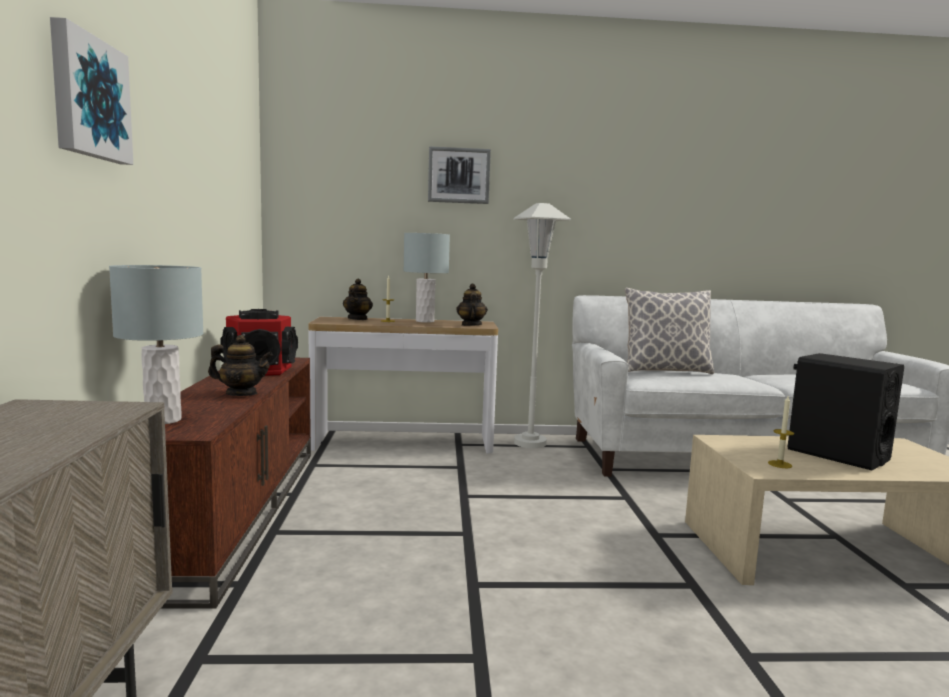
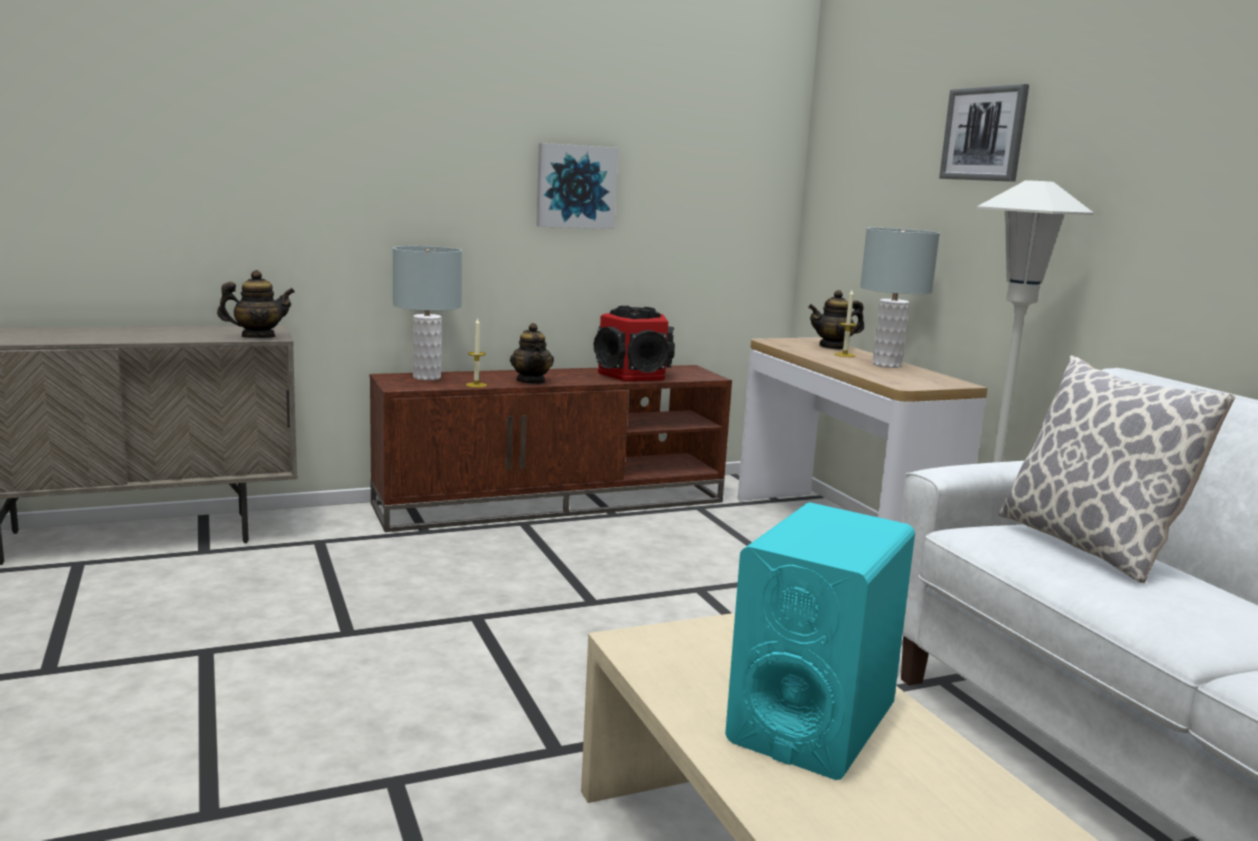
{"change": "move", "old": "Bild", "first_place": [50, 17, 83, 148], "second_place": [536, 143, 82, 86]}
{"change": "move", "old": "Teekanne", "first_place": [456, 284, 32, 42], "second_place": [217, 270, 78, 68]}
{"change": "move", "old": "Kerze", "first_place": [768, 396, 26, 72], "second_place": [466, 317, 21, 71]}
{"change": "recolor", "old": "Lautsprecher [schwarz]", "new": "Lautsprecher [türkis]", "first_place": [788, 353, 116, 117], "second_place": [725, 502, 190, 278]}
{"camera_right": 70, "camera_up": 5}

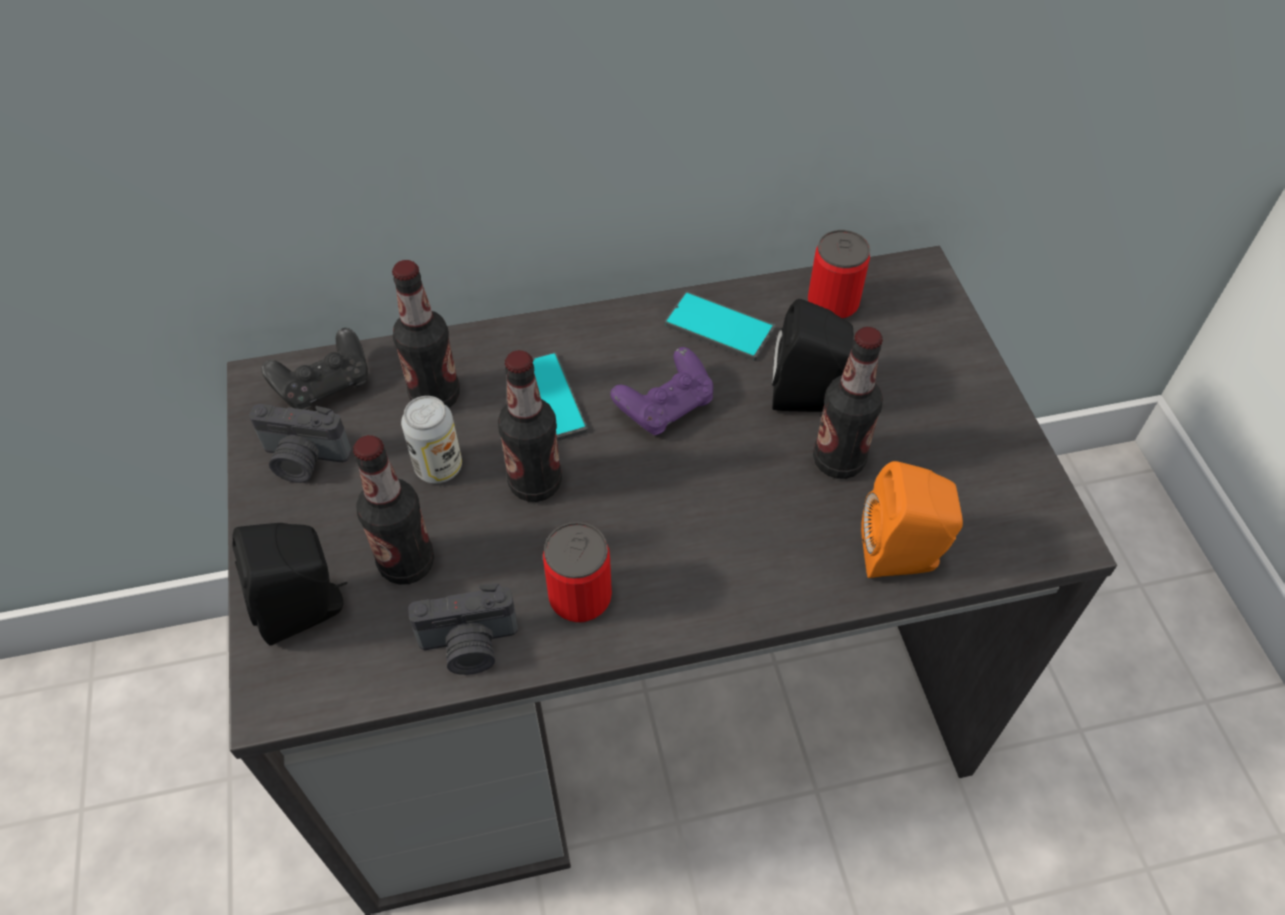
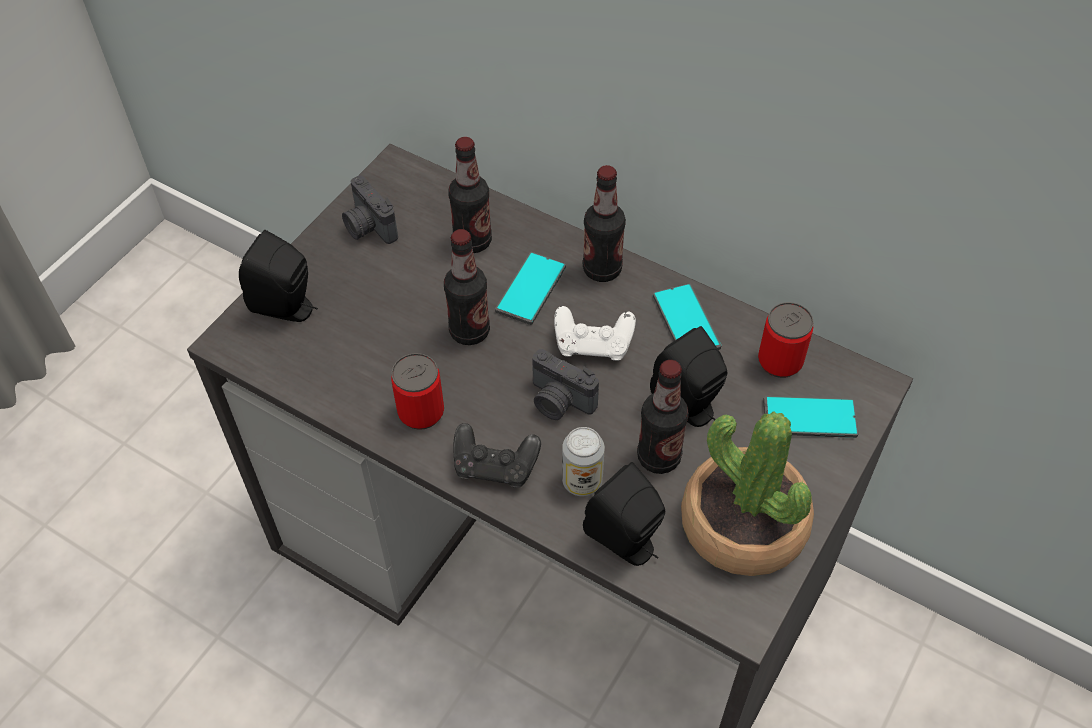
{"change": "move", "old": "Gamepad [schwarz]", "first_place": [261, 328, 107, 82], "second_place": [453, 423, 88, 65]}
{"change": "move", "old": "Flasche", "first_place": [353, 435, 81, 150], "second_place": [583, 165, 43, 117]}
{"change": "move", "old": "Dose", "first_place": [401, 396, 61, 87], "second_place": [562, 427, 43, 70]}
{"change": "move", "old": "Kamera", "first_place": [408, 584, 110, 91], "second_place": [532, 349, 67, 71]}
{"change": "recolor", "old": "Gamepad [lila]", "new": "Gamepad [weiß]", "first_place": [610, 347, 103, 88], "second_place": [554, 306, 82, 55]}
{"change": "recolor", "old": "Lautsprecher [orange]", "new": "Lautsprecher [schwarz]", "first_place": [861, 461, 102, 117], "second_place": [583, 462, 82, 104]}
{"change": "insert", "new": "Topfpflanze", "second_place": [681, 411, 133, 165]}
{"change": "insert", "new": "Handy", "second_place": [763, 396, 96, 42]}
{"camera_right": 45, "camera_up": 0}

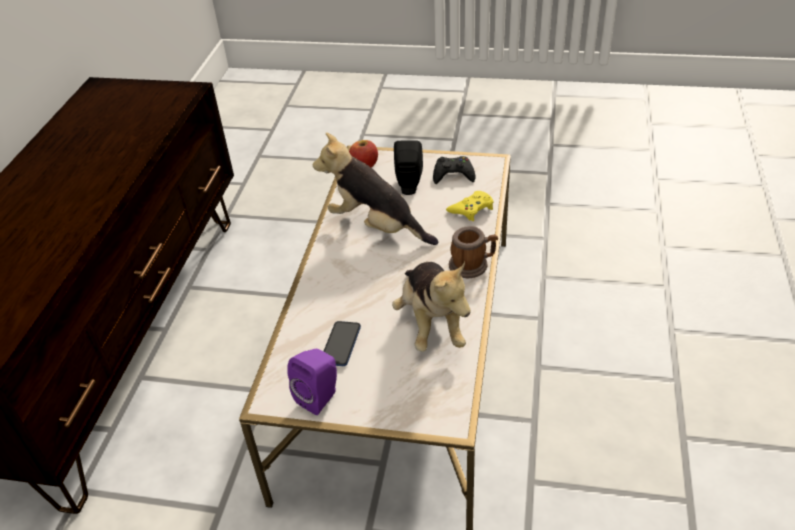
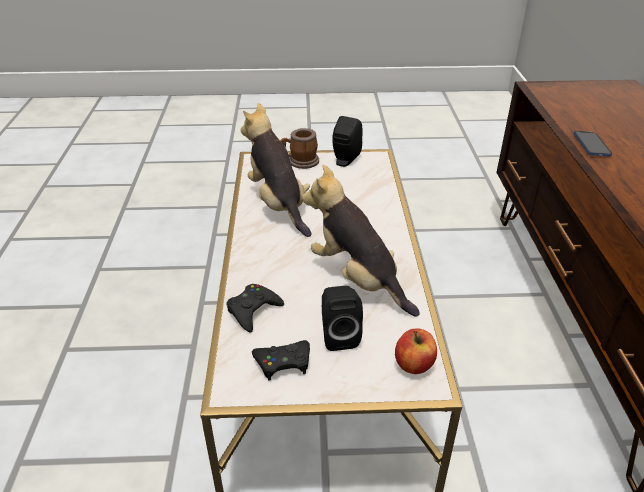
{"change": "recolor", "old": "Lautsprecher [lila]", "new": "Lautsprecher [schwarz]", "first_place": [287, 349, 50, 66], "second_place": [333, 116, 30, 51]}
{"change": "rotate", "old": "Plüschtier", "first_place": [313, 132, 125, 113], "second_place": [302, 165, 118, 152], "degrees": -150}
{"change": "move", "old": "Handy", "first_place": [323, 321, 38, 45], "second_place": [573, 131, 39, 26]}
{"change": "recolor", "old": "Gamepad [gelb]", "new": "Gamepad [schwarz]", "first_place": [446, 191, 48, 30], "second_place": [226, 284, 58, 49]}
{"change": "move", "old": "Henkelbecher", "first_place": [449, 226, 49, 52], "second_place": [281, 128, 38, 41]}
{"camera_right": 165, "camera_up": -5}

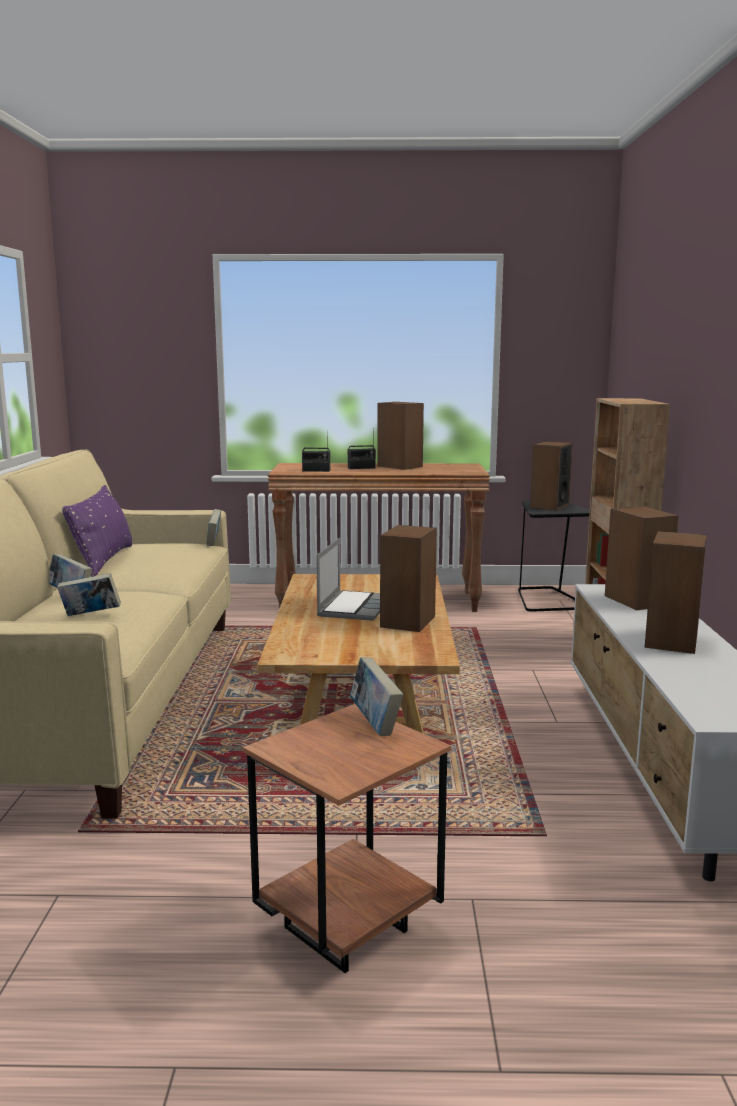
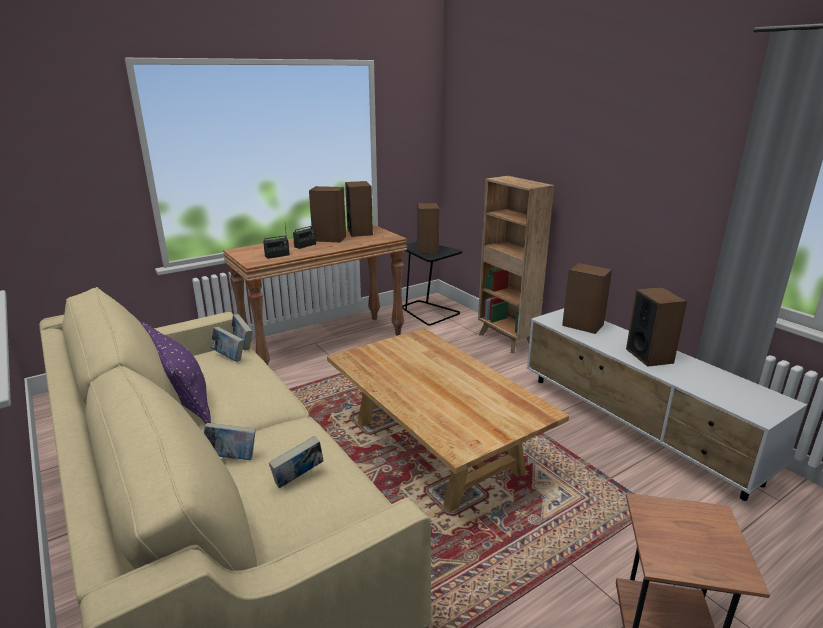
{"change": "delete", "old": "Laptop", "first_place": [316, 538, 64, 83]}
{"change": "move", "old": "Buch", "first_place": [350, 657, 53, 79], "second_place": [211, 327, 33, 35]}
{"change": "move", "old": "Lautsprecher", "first_place": [380, 525, 57, 107], "second_place": [345, 181, 28, 56]}
{"camera_right": -35, "camera_up": 10}

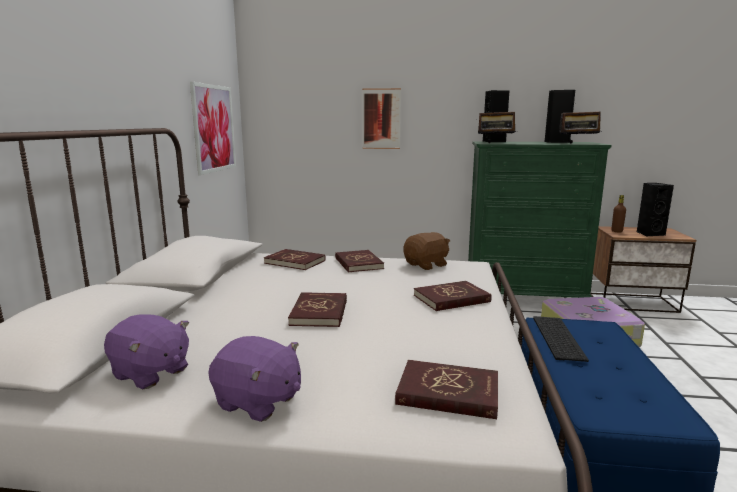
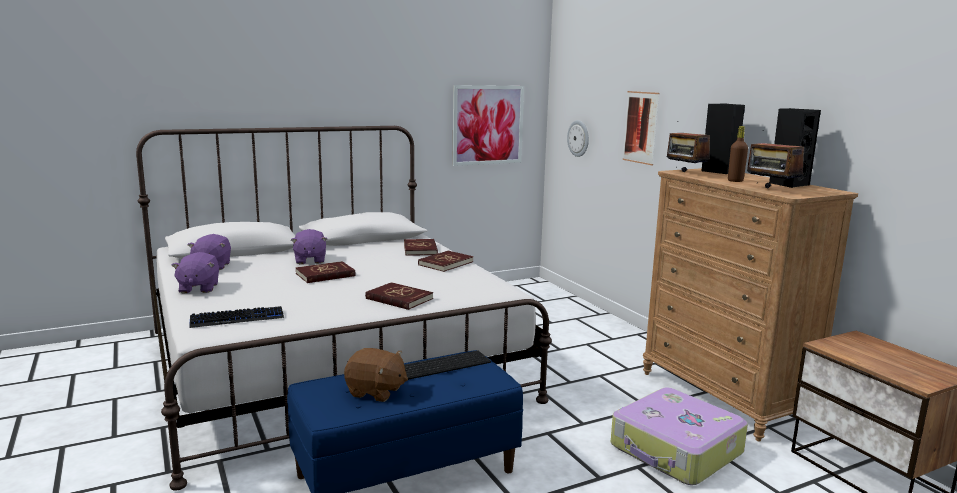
{"change": "replace", "old": "Buch [rot]", "new": "Tastatur", "first_place": [395, 360, 103, 59], "second_place": [189, 306, 95, 22]}
{"change": "move", "old": "Plüschtier [braun]", "first_place": [403, 232, 47, 38], "second_place": [344, 348, 64, 54]}
{"change": "recolor", "old": "Kommode [grün]", "new": "Kommode [braun]", "first_place": [468, 141, 144, 157], "second_place": [643, 168, 215, 273]}
{"change": "move", "old": "Flasche [braun]", "first_place": [611, 195, 15, 38], "second_place": [728, 126, 20, 56]}
{"change": "delete", "old": "Lautsprecher [schwarz]", "first_place": [636, 183, 38, 53]}
{"change": "insert", "new": "Plüschtier [lila]", "second_place": [291, 229, 36, 35]}
{"change": "insert", "new": "Wanduhr", "second_place": [567, 120, 22, 37]}
{"camera_right": 55, "camera_up": 0}

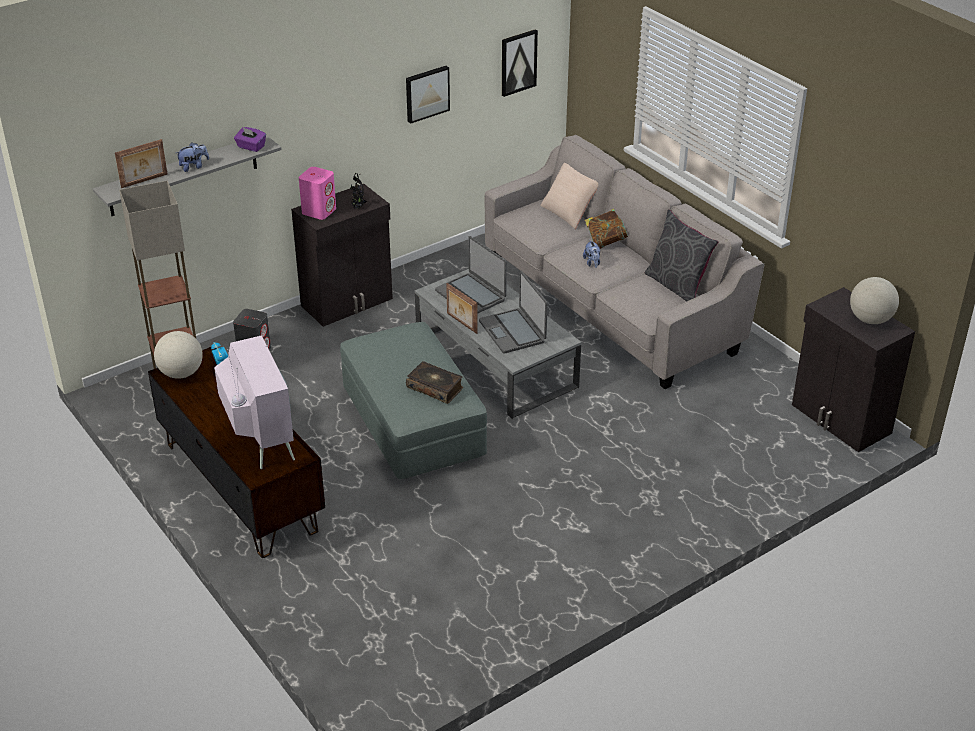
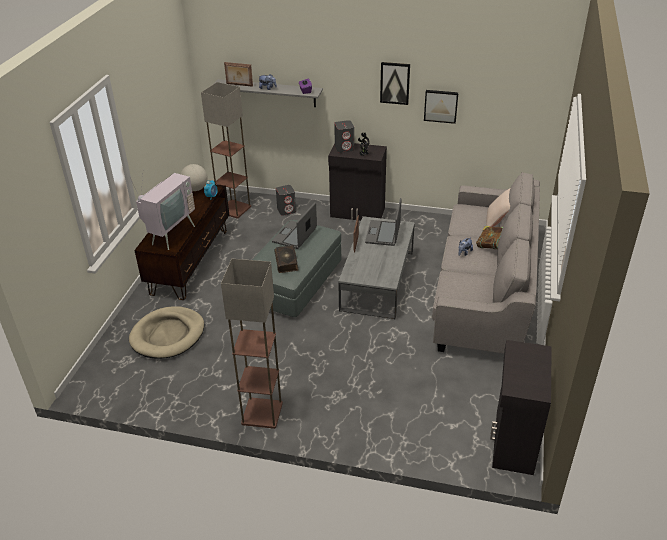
{"change": "recolor", "old": "Lautsprecher [rosa]", "new": "Lautsprecher [grau]", "first_place": [299, 167, 37, 53], "second_place": [334, 120, 20, 33]}
{"change": "move", "old": "Laptop", "first_place": [479, 271, 69, 83], "second_place": [272, 202, 45, 47]}
{"change": "move", "old": "Bild", "first_place": [502, 29, 36, 68], "second_place": [380, 62, 30, 43]}
{"change": "delete", "old": "Kissen [grau]", "first_place": [645, 209, 74, 93]}
{"change": "delete", "old": "Globus", "first_place": [850, 277, 49, 47]}
{"change": "insert", "new": "Hundebett [beige]", "second_place": [129, 306, 75, 53]}
{"change": "insert", "new": "Stehlampe", "second_place": [221, 259, 62, 170]}
{"camera_right": 50, "camera_up": 0}

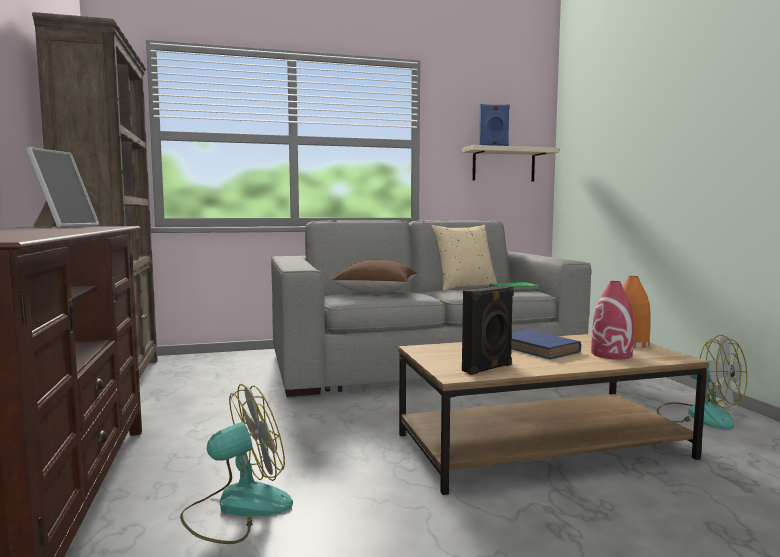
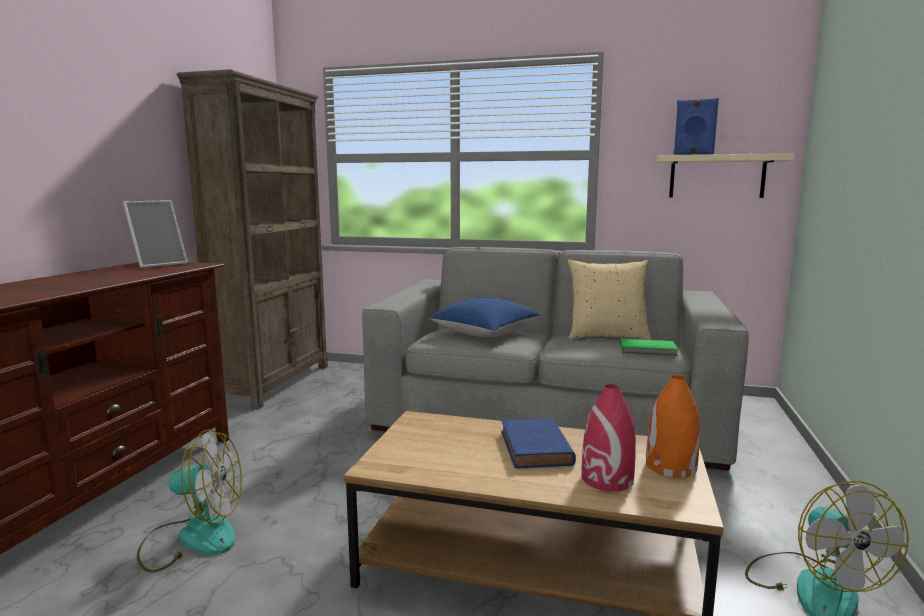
{"change": "recolor", "old": "Kissen [braun]", "new": "Kissen [blau]", "first_place": [332, 260, 85, 34], "second_place": [429, 297, 112, 40]}
{"change": "delete", "old": "Lautsprecher [schwarz]", "first_place": [462, 286, 52, 89]}
{"camera_right": 30, "camera_up": 5}

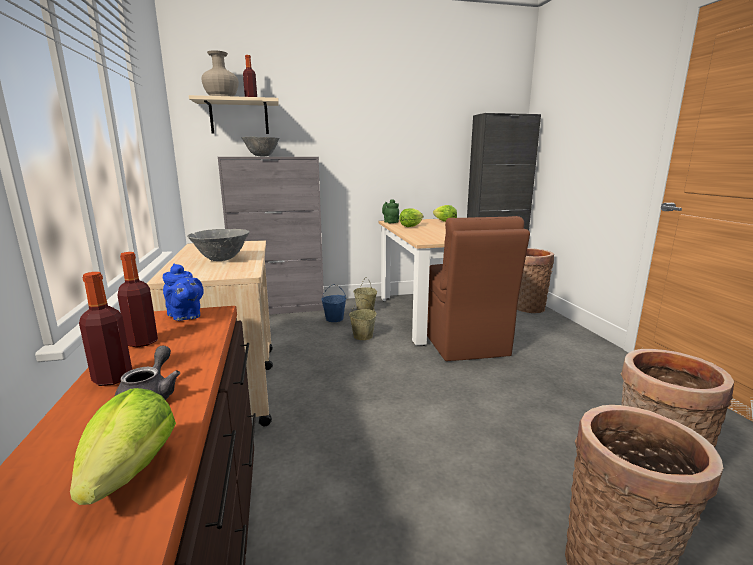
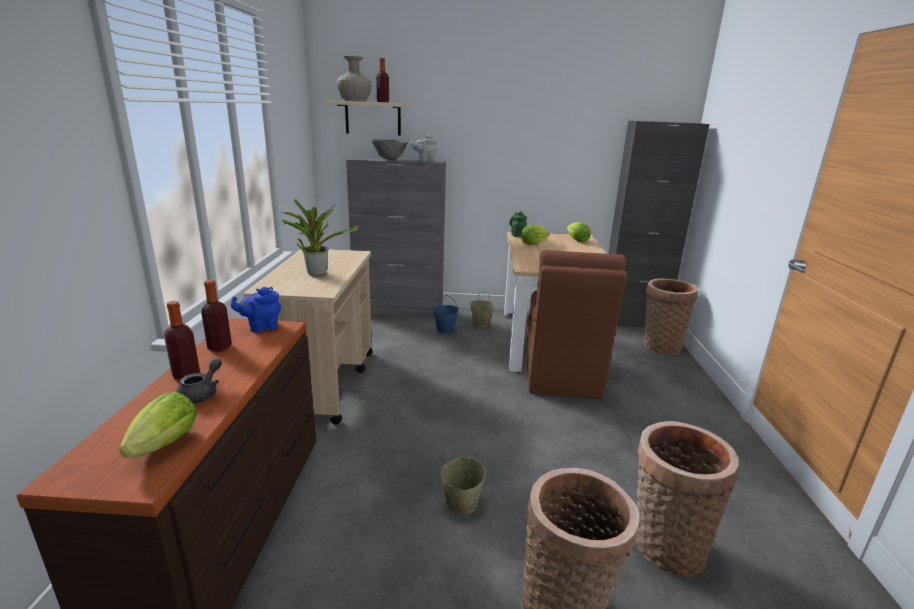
{"change": "rotate", "old": "Teekanne [blau]", "first_place": [163, 264, 41, 57], "second_place": [231, 287, 50, 45], "degrees": 90}
{"change": "replace", "old": "Schüssel [grau]", "new": "Topfpflanze", "first_place": [187, 229, 63, 32], "second_place": [281, 199, 78, 77]}
{"change": "move", "old": "Eimer [beige]", "first_place": [349, 298, 28, 42], "second_place": [441, 449, 45, 66]}
{"change": "insert", "new": "Teekanne [grau]", "second_place": [410, 135, 27, 27]}
{"camera_right": 15, "camera_up": 5}

